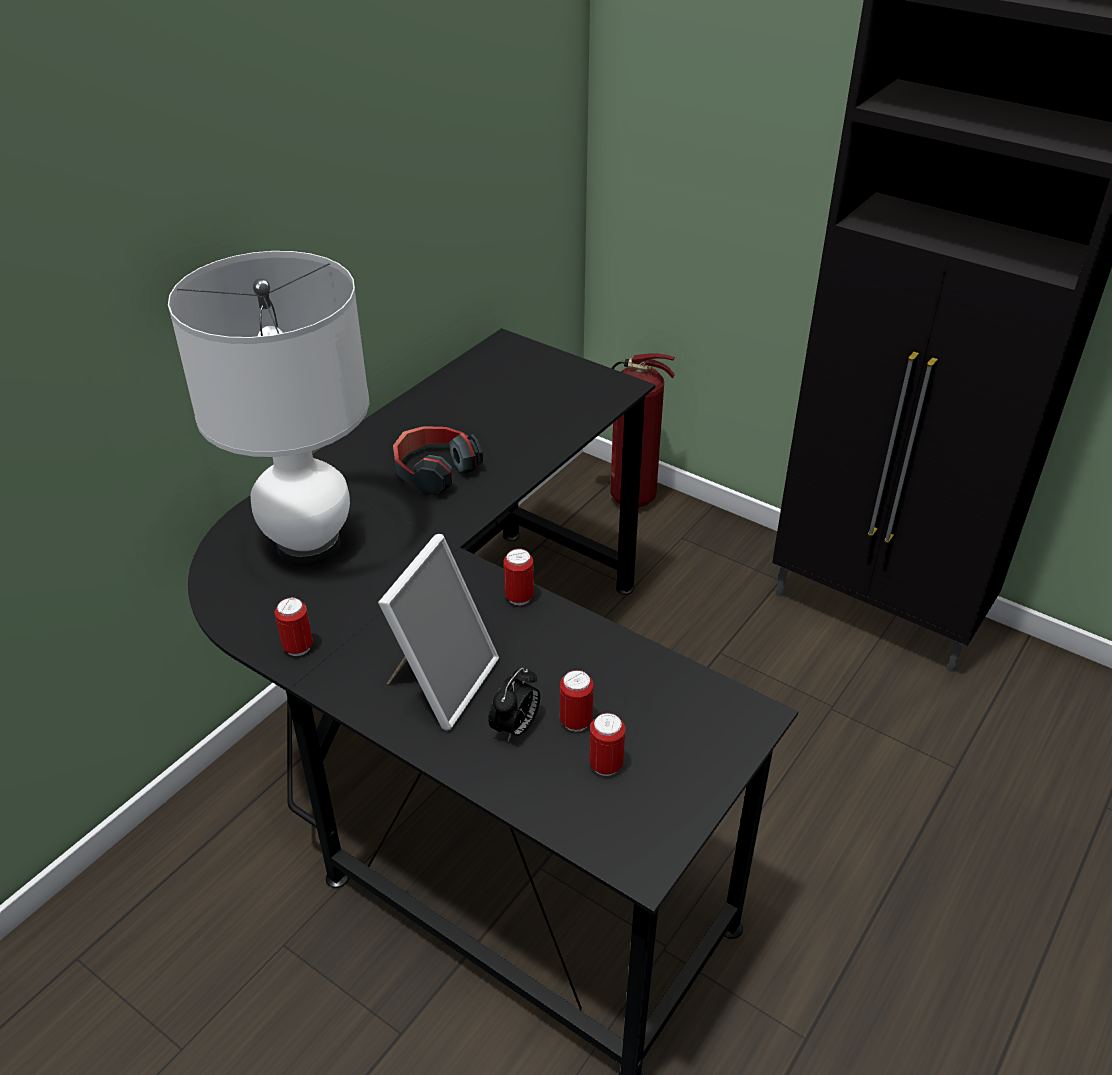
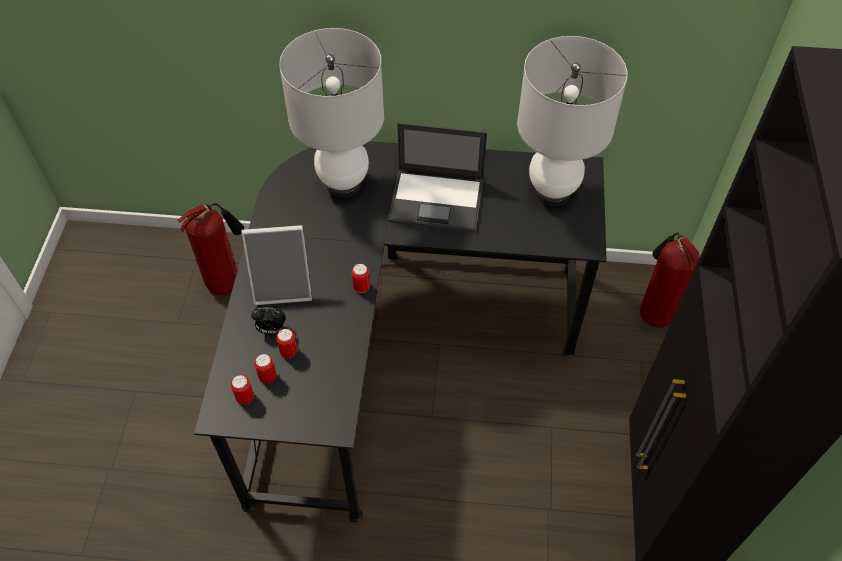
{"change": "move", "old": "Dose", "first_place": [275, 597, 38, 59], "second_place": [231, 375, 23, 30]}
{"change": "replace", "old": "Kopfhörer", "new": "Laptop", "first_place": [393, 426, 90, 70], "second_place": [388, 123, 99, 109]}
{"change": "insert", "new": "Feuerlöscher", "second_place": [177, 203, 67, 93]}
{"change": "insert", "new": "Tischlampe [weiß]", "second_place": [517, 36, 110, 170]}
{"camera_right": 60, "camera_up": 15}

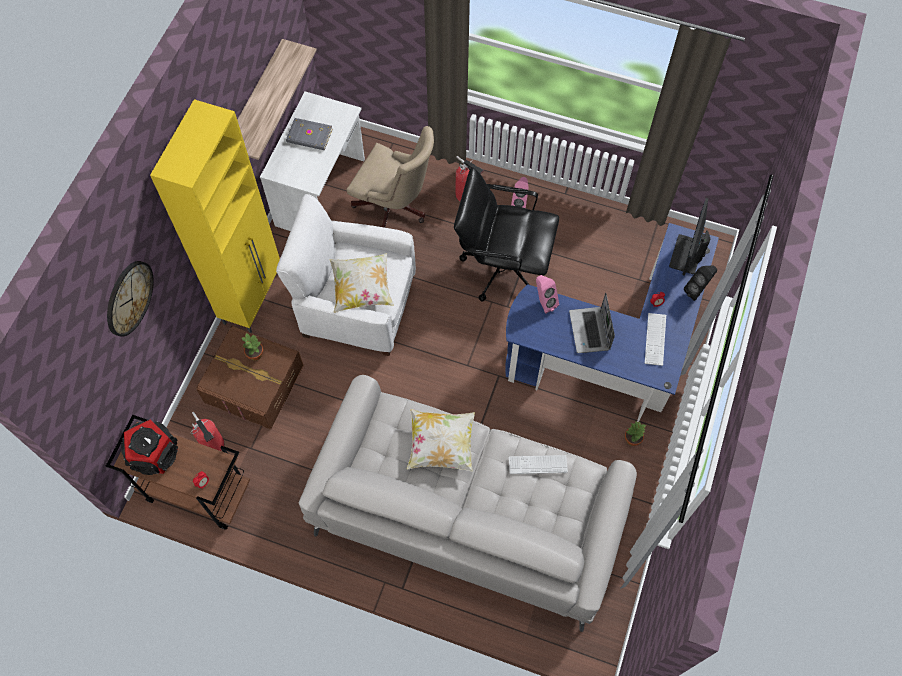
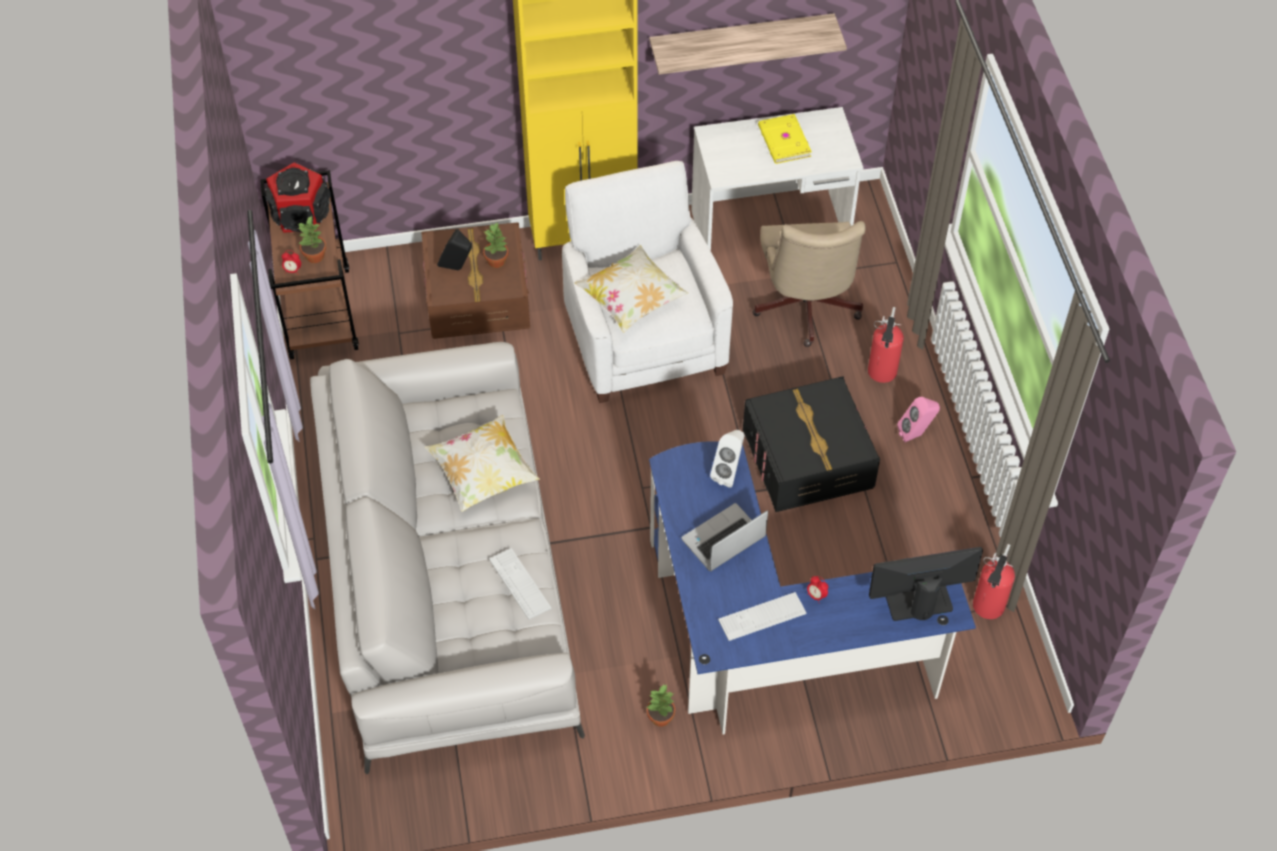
{"change": "delete", "old": "Wanduhr", "first_place": [107, 261, 47, 76]}
{"change": "move", "old": "Feuerlöscher", "first_place": [190, 412, 34, 39], "second_place": [973, 544, 42, 75]}
{"change": "recolor", "old": "Buch [grau]", "new": "Buch [gelb]", "first_place": [286, 118, 47, 32], "second_place": [758, 114, 54, 50]}
{"change": "replace", "old": "Bürostuhl [schwarz]", "new": "Aufbewahrungsbox [schwarz]", "first_place": [454, 167, 105, 134], "second_place": [743, 376, 137, 136]}
{"change": "recolor", "old": "Lautsprecher [rosa]", "new": "Lautsprecher [weiß]", "first_place": [536, 275, 23, 39], "second_place": [710, 430, 34, 58]}
{"change": "move", "old": "Lautsprecher [schwarz]", "first_place": [684, 265, 33, 36], "second_place": [437, 229, 35, 41]}
{"change": "insert", "new": "Topfpflanze", "second_place": [298, 215, 28, 48]}
{"camera_right": 60, "camera_up": -10}

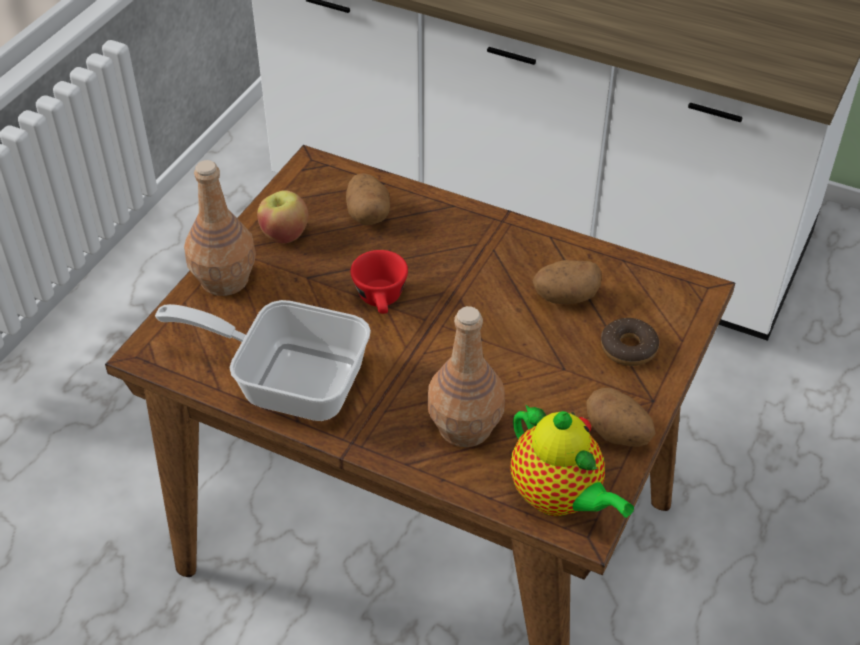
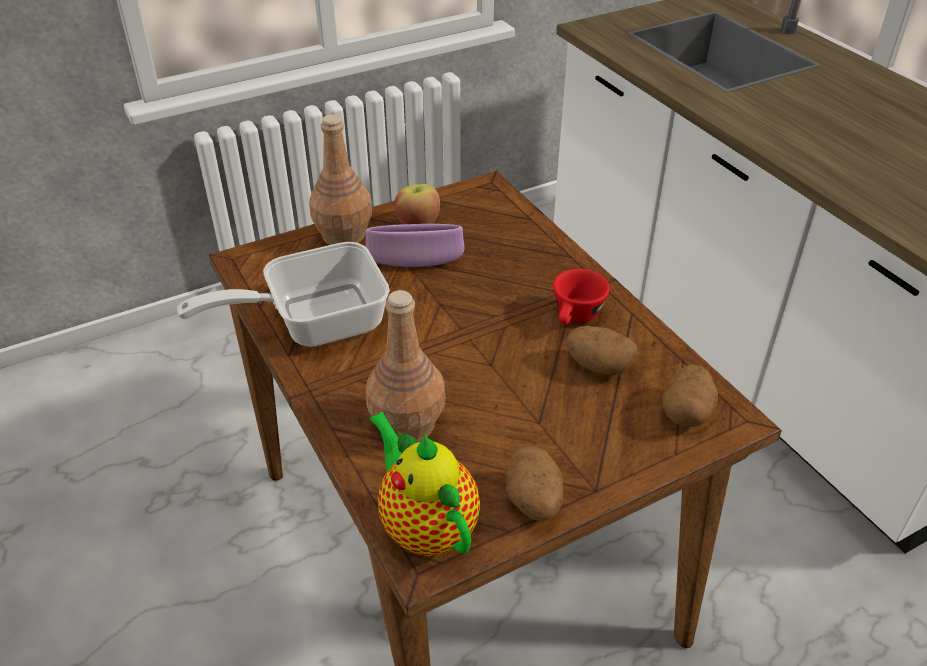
{"change": "rotate", "old": "Pfanne", "first_place": [155, 300, 216, 121], "second_place": [177, 242, 213, 105], "degrees": -75}
{"change": "move", "old": "Kartoffel", "first_place": [346, 173, 44, 52], "second_place": [662, 364, 56, 63]}
{"change": "move", "old": "Tasse [rot]", "first_place": [350, 250, 58, 64], "second_place": [553, 269, 57, 56]}
{"change": "rotate", "old": "Teekanne", "first_place": [511, 404, 123, 114], "second_place": [369, 412, 111, 145], "degrees": 150}
{"change": "delete", "old": "Donut", "first_place": [601, 318, 58, 48]}
{"change": "insert", "new": "Schüssel [lila]", "second_place": [365, 224, 100, 43]}
{"camera_right": 35, "camera_up": -5}

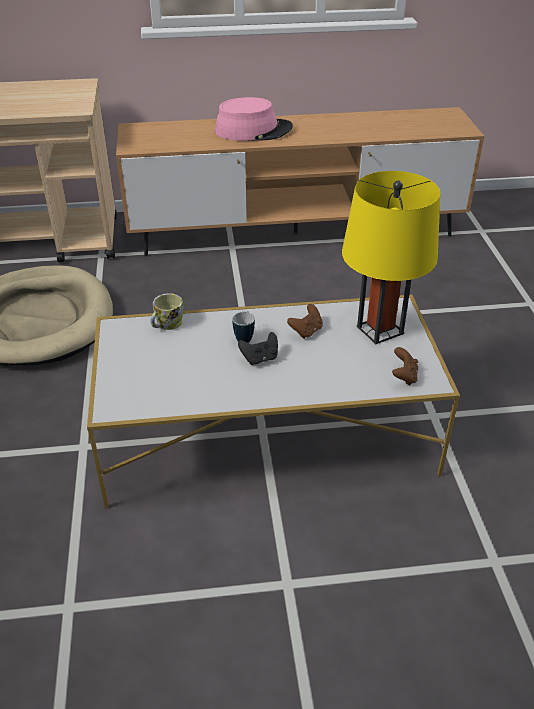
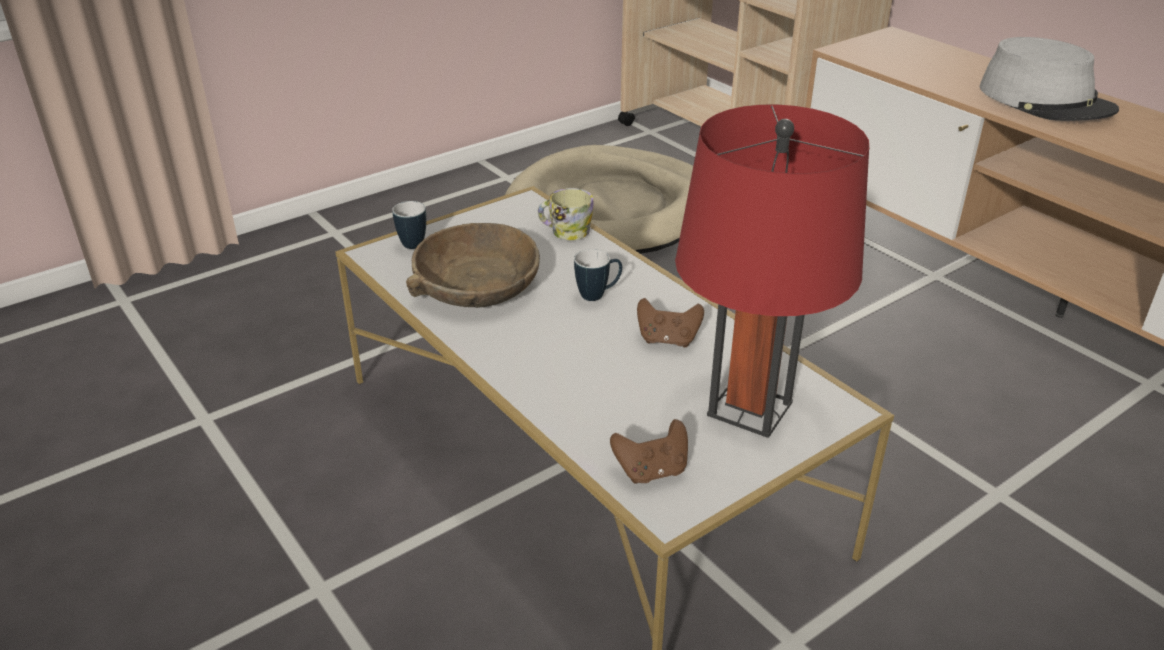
{"change": "recolor", "old": "Hut [rosa]", "new": "Hut [grau]", "first_place": [215, 97, 78, 44], "second_place": [979, 37, 140, 84]}
{"change": "delete", "old": "Gamepad [schwarz]", "first_place": [238, 332, 40, 33]}
{"change": "recolor", "old": "Tischlampe [gelb]", "new": "Tischlampe [rot]", "first_place": [342, 171, 98, 173], "second_place": [675, 105, 194, 333]}
{"change": "insert", "new": "Henkelbecher", "second_place": [392, 201, 34, 48]}
{"change": "insert", "new": "Schüssel [braun]", "second_place": [406, 223, 134, 85]}
{"camera_right": 60, "camera_up": -5}

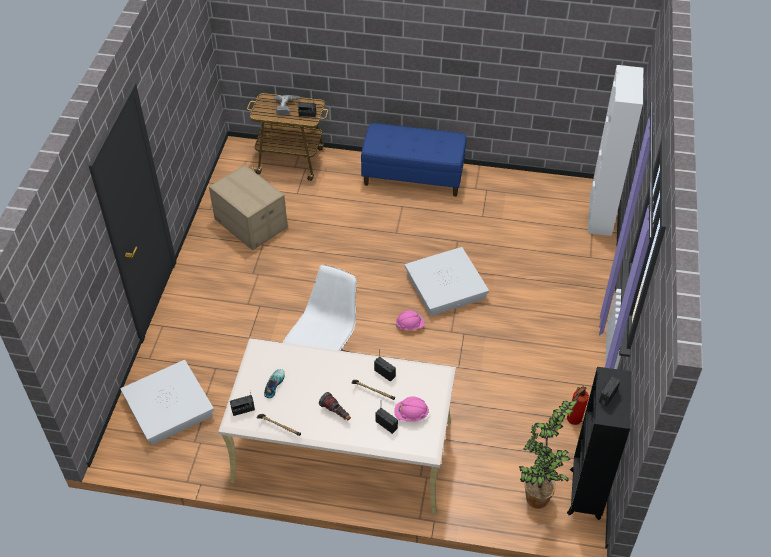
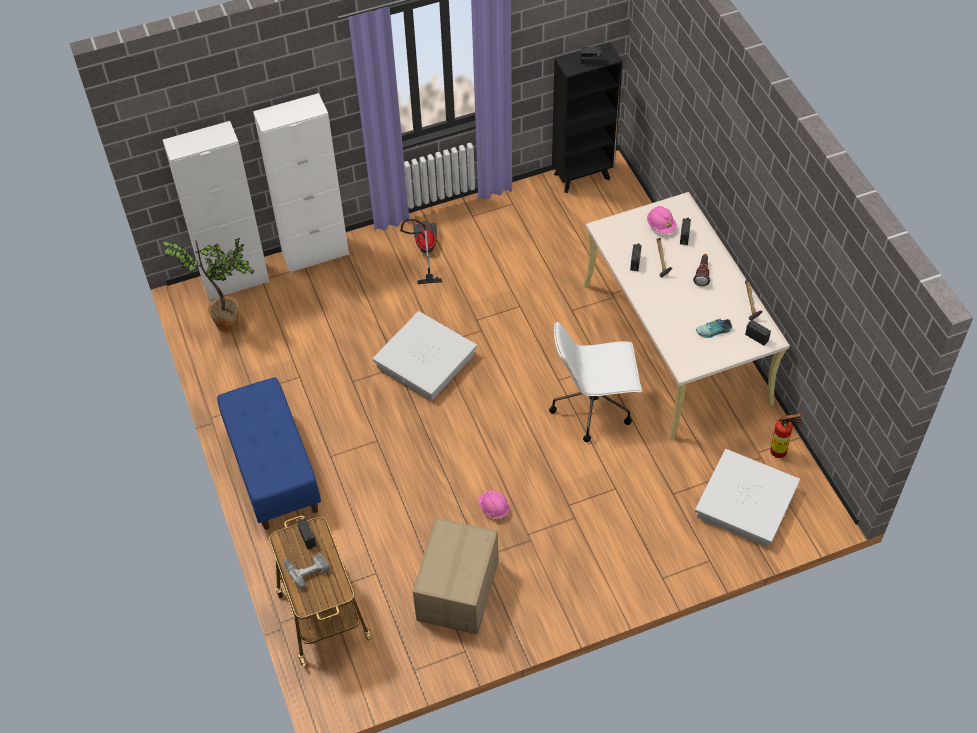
{"change": "move", "old": "Schutzhelm [rosa]", "first_place": [396, 310, 28, 21], "second_place": [478, 490, 31, 30]}
{"change": "move", "old": "Topfpflanze", "first_place": [519, 400, 59, 109], "second_place": [162, 238, 92, 94]}
{"change": "move", "old": "Feuerlöscher", "first_place": [567, 386, 22, 39], "second_place": [770, 412, 32, 46]}
{"change": "insert", "new": "Schrank [weiß]", "second_place": [253, 93, 96, 180]}
{"change": "insert", "new": "Staubsauger", "second_place": [400, 219, 42, 65]}
{"camera_right": -120, "camera_up": 5}

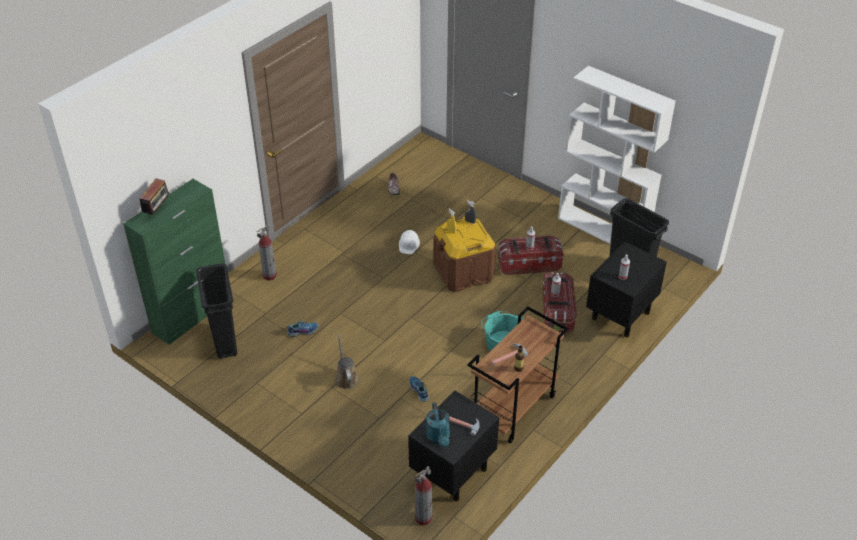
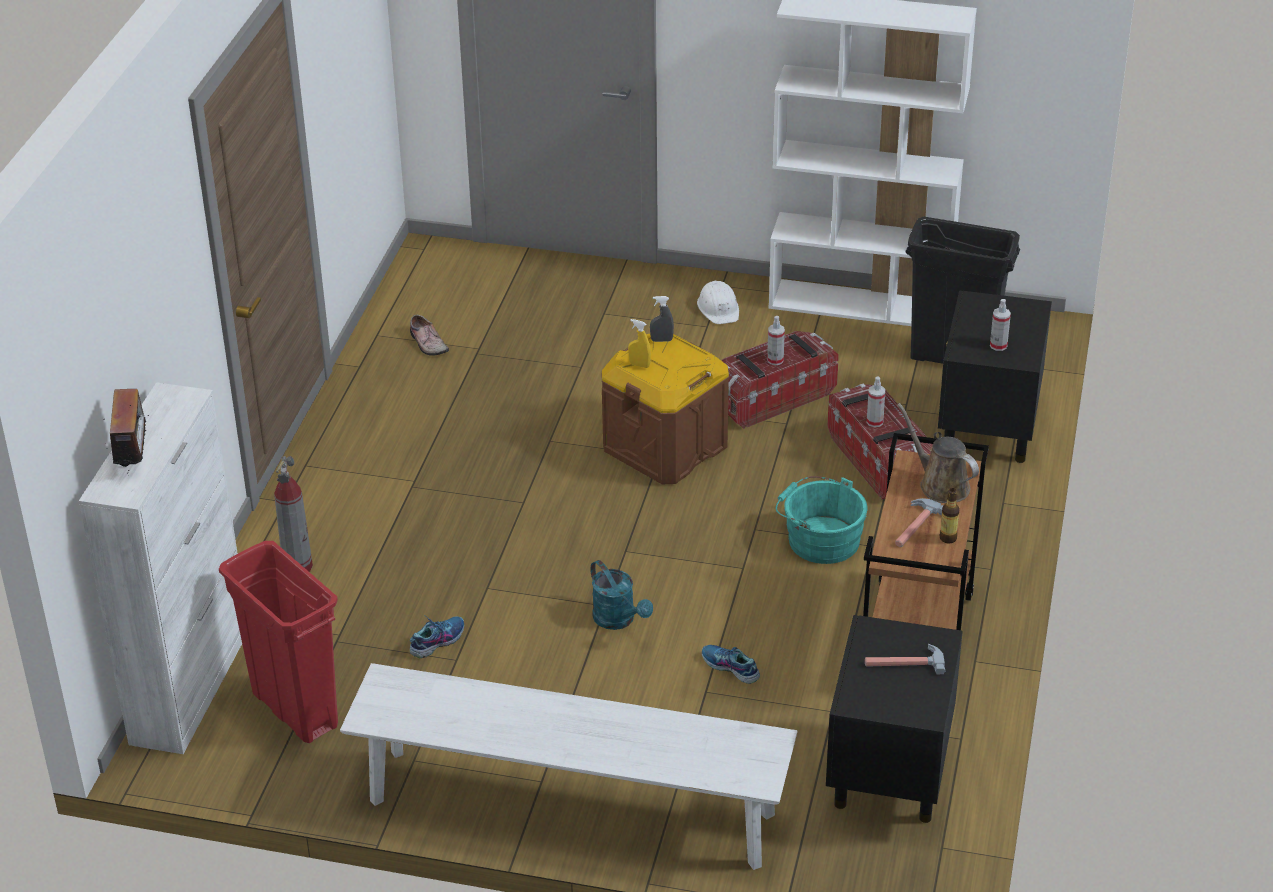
{"change": "recolor", "old": "Schrank [grün]", "new": "Schrank [weiß]", "first_place": [123, 179, 102, 166], "second_place": [79, 382, 163, 372]}
{"change": "recolor", "old": "Mülleimer [schwarz]", "new": "Mülleimer [rot]", "first_place": [196, 263, 41, 96], "second_place": [219, 541, 119, 202]}
{"change": "move", "old": "Gießkanne [braun]", "first_place": [335, 334, 24, 55], "second_place": [898, 403, 81, 100]}
{"change": "move", "old": "Schutzhelm [weiß]", "first_place": [399, 230, 21, 24], "second_place": [697, 281, 42, 43]}
{"change": "delete", "old": "Feuerlöscher", "first_place": [415, 466, 17, 59]}
{"change": "move", "old": "Gießkanne [türkis]", "first_place": [426, 402, 24, 45], "second_place": [590, 560, 63, 70]}
{"change": "insert", "new": "Bank [weiß]", "second_place": [340, 663, 458, 207]}
{"camera_right": -25, "camera_up": -5}

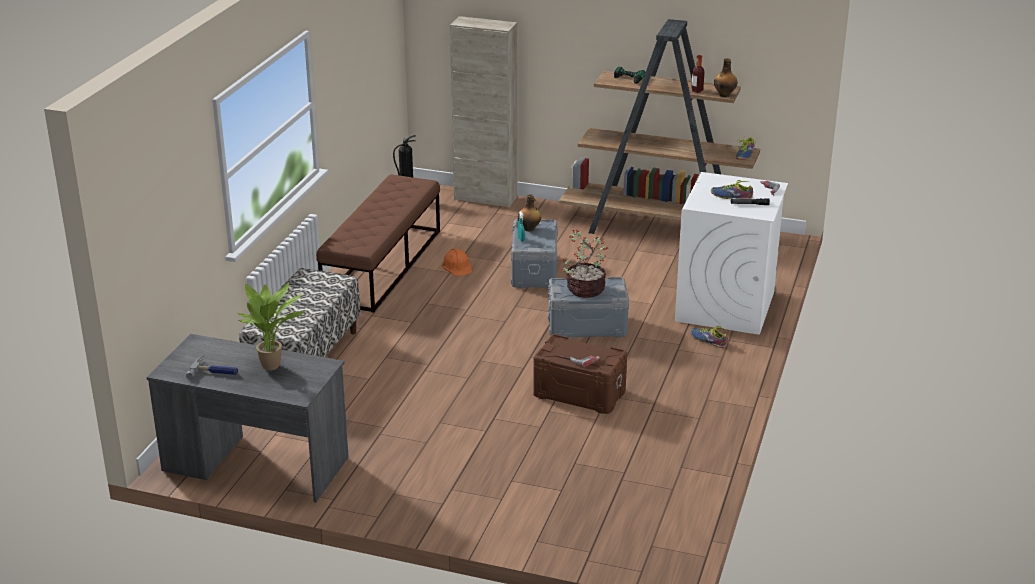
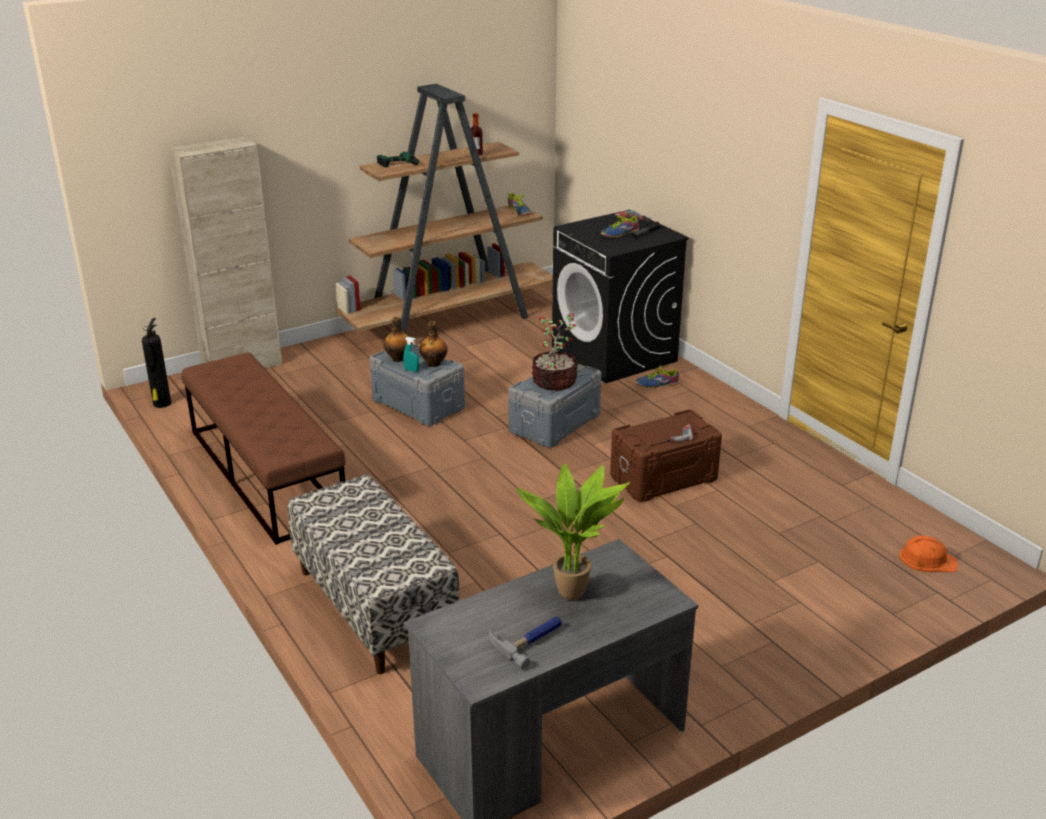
{"change": "move", "old": "Schutzhelm [orange]", "first_place": [442, 248, 30, 28], "second_place": [899, 535, 59, 37]}
{"change": "recolor", "old": "Waschmaschine [weiß]", "new": "Waschmaschine [schwarz]", "first_place": [675, 172, 113, 163], "second_place": [552, 210, 137, 173]}
{"change": "move", "old": "Flasche", "first_place": [714, 58, 24, 39], "second_place": [420, 321, 27, 46]}
{"camera_right": -50, "camera_up": 0}

